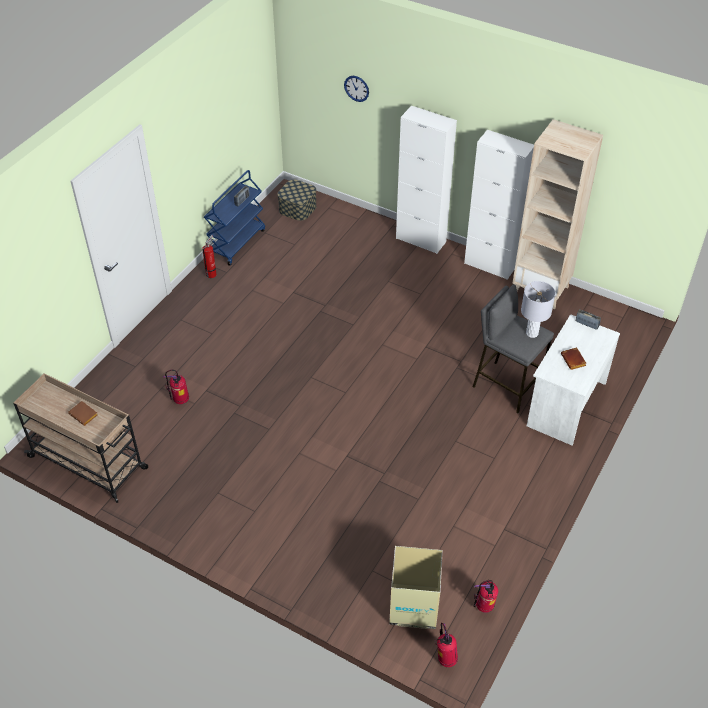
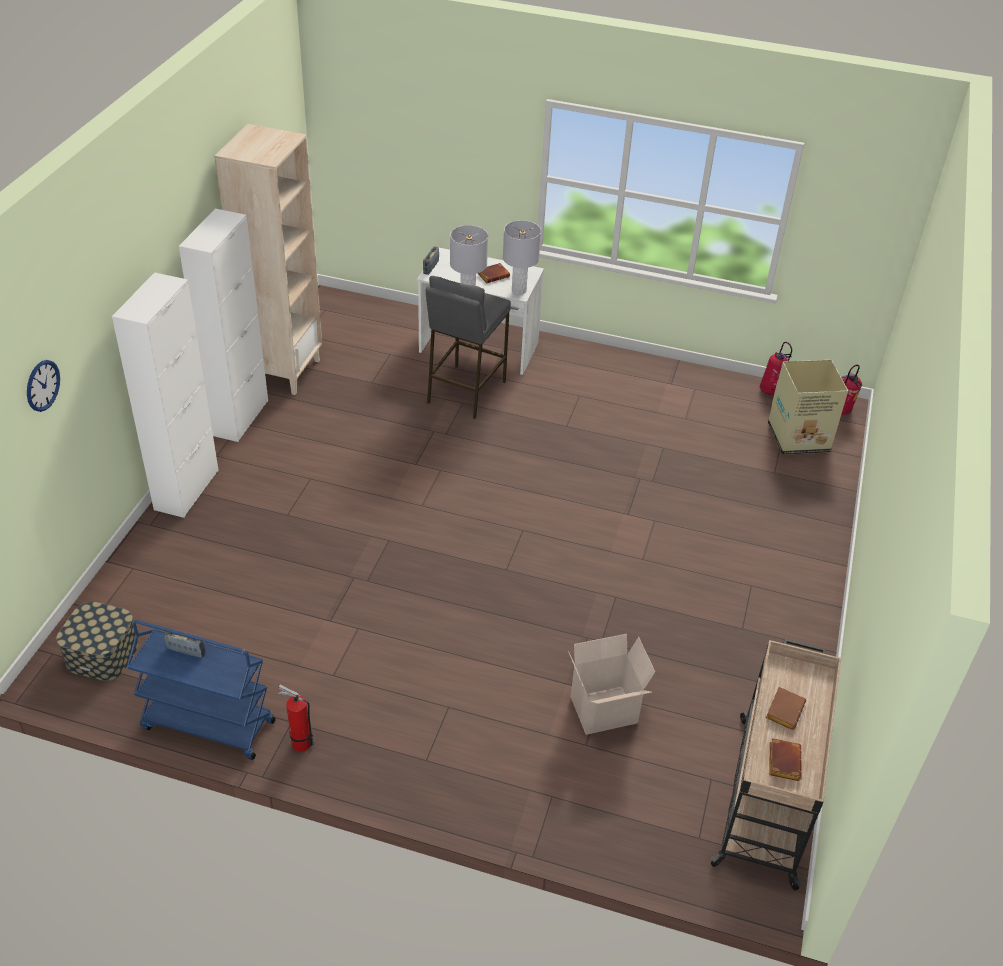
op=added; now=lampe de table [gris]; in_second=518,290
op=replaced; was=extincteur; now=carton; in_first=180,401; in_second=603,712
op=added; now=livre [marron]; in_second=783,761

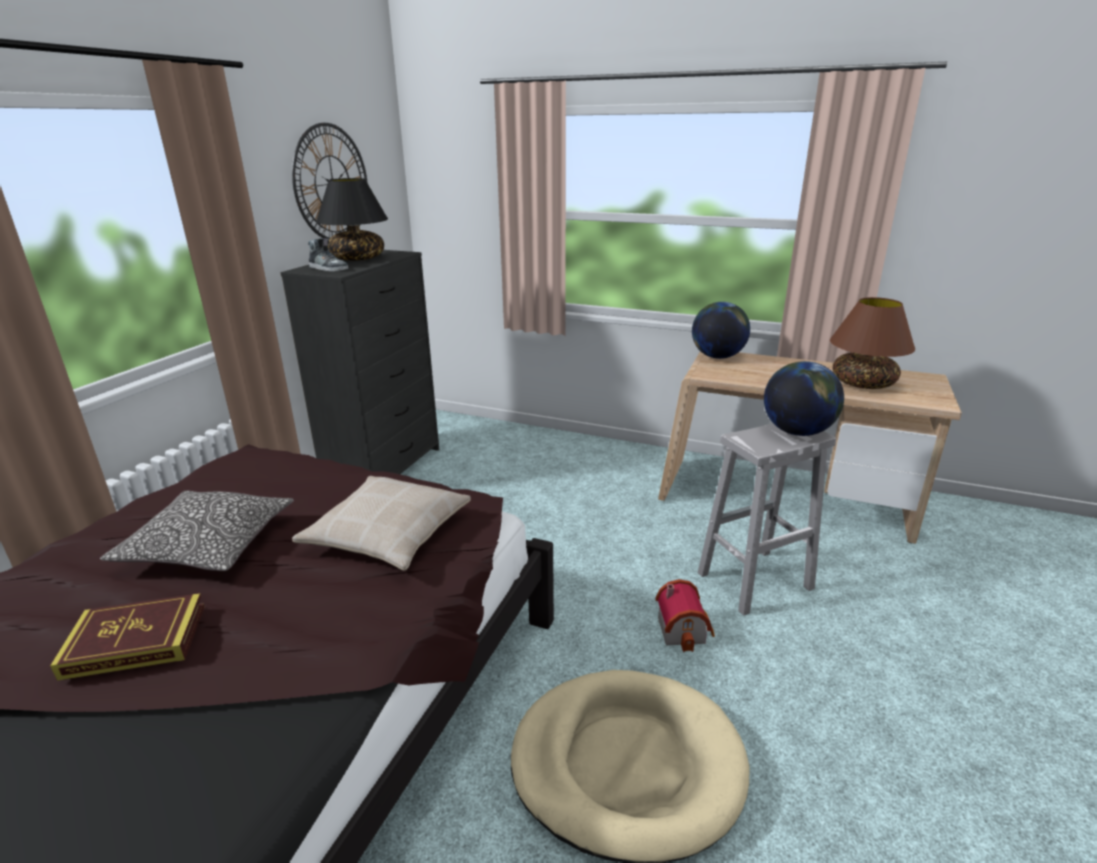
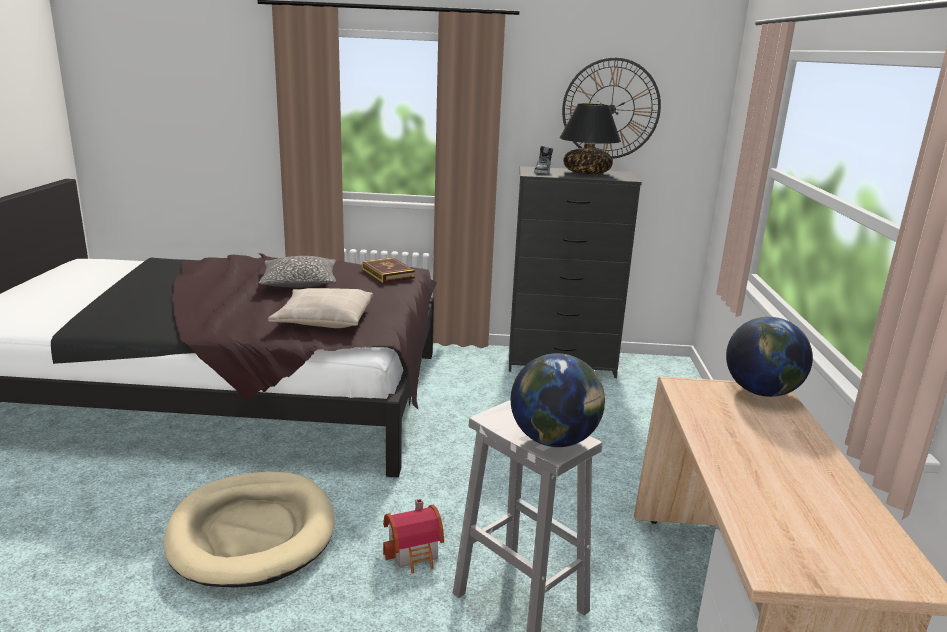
op=moved; was=livre; in_first=135,641; in_second=388,273
op=removed; was=lampe de table [marron]; in_first=863,383

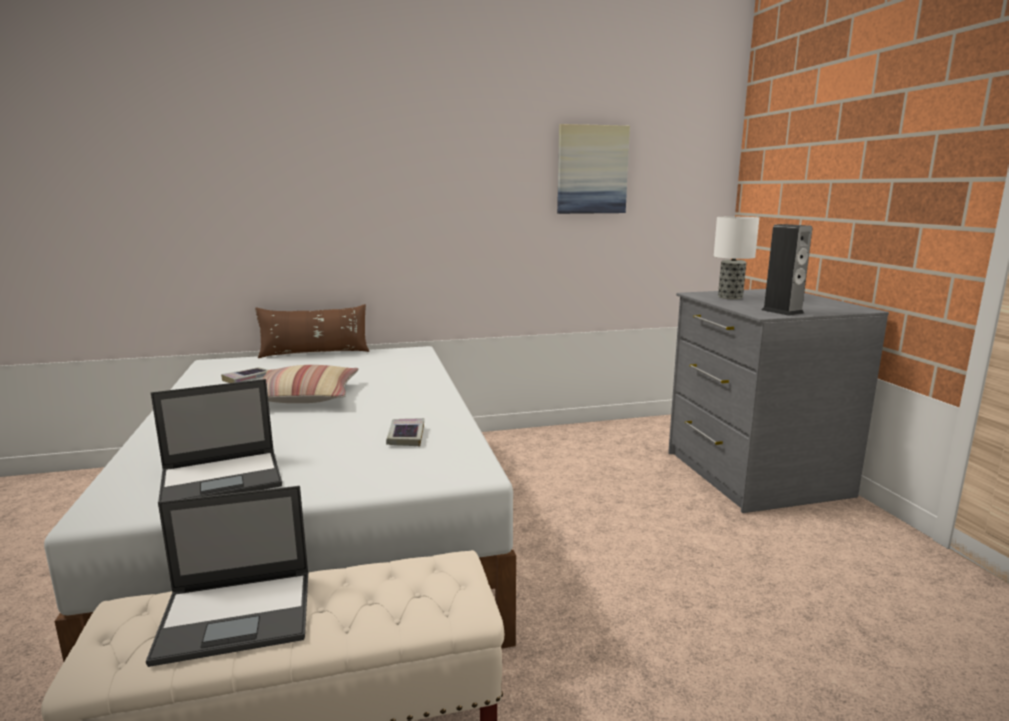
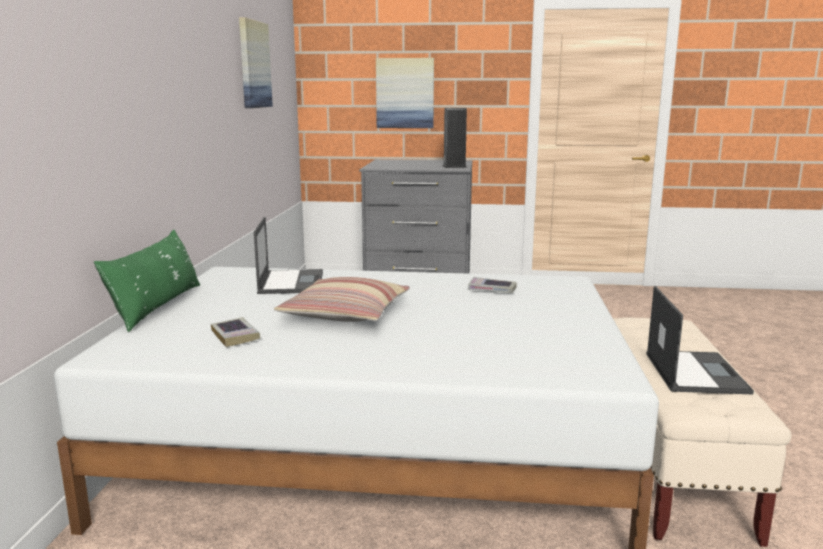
op=recoloured; was=coussin [marron]; now=coussin [vert]; in_first=315,353; in_second=158,306
op=moved; was=ordinateur portable; in_first=223,478; in_second=291,282
op=added; now=tableau; in_second=405,93
op=removed; was=lampe de table; in_first=729,297

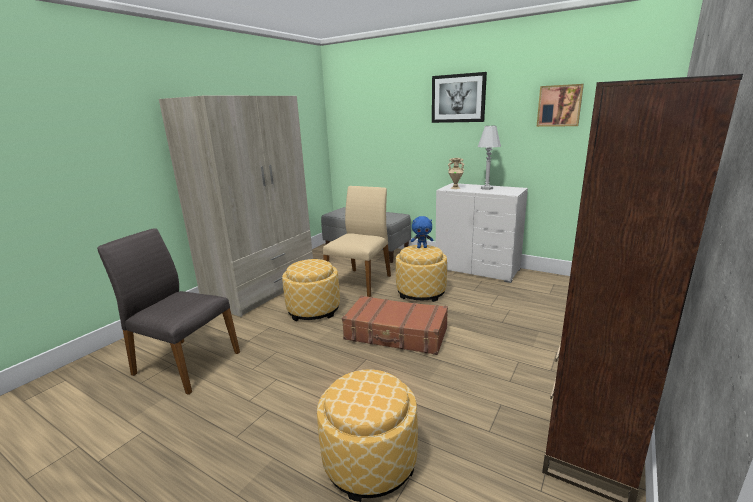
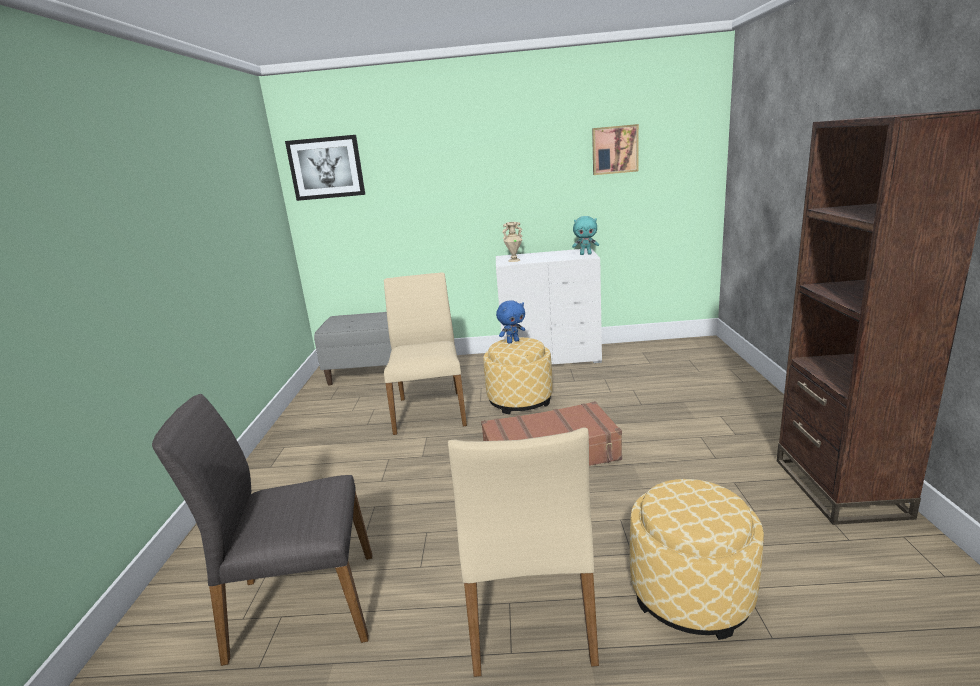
op=moved; was=tableau; in_first=458,98; in_second=326,168
op=added; now=chaise [beige]; in_second=529,611
op=added; now=peluche [turquoise]; in_second=586,254
op=removed; was=armoire [beige]; in_first=262,289
op=removed; was=pouf; in_first=313,310
op=removed; was=lampe de table [blanc]; in_first=487,188

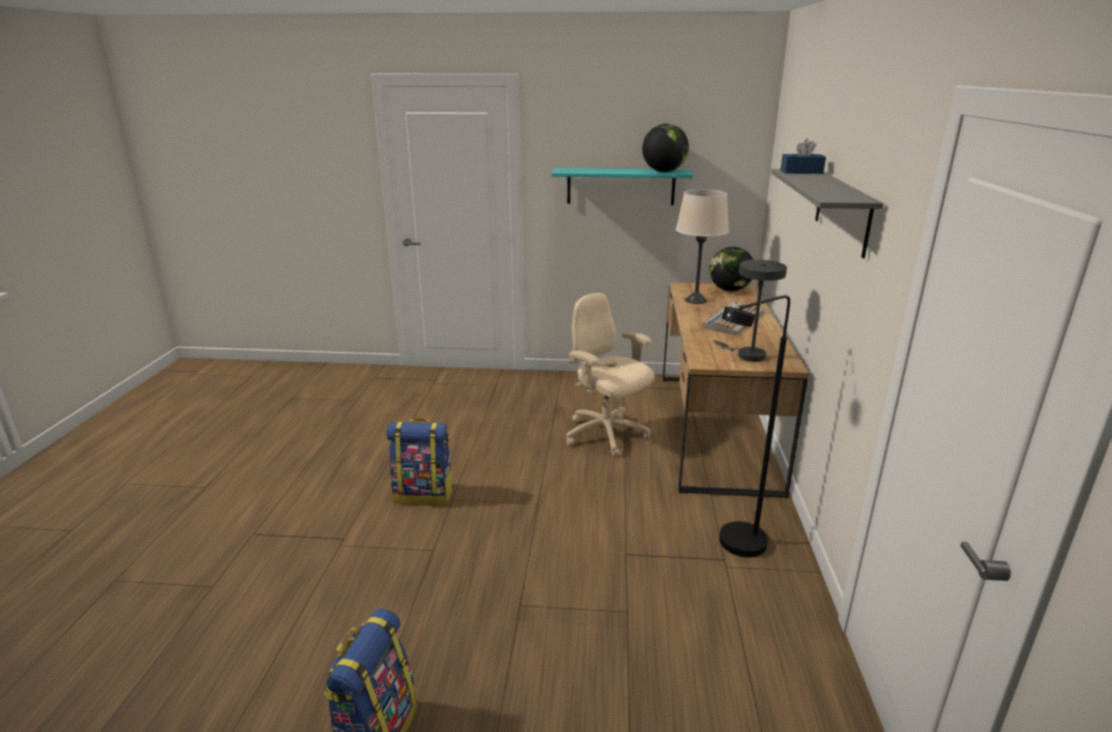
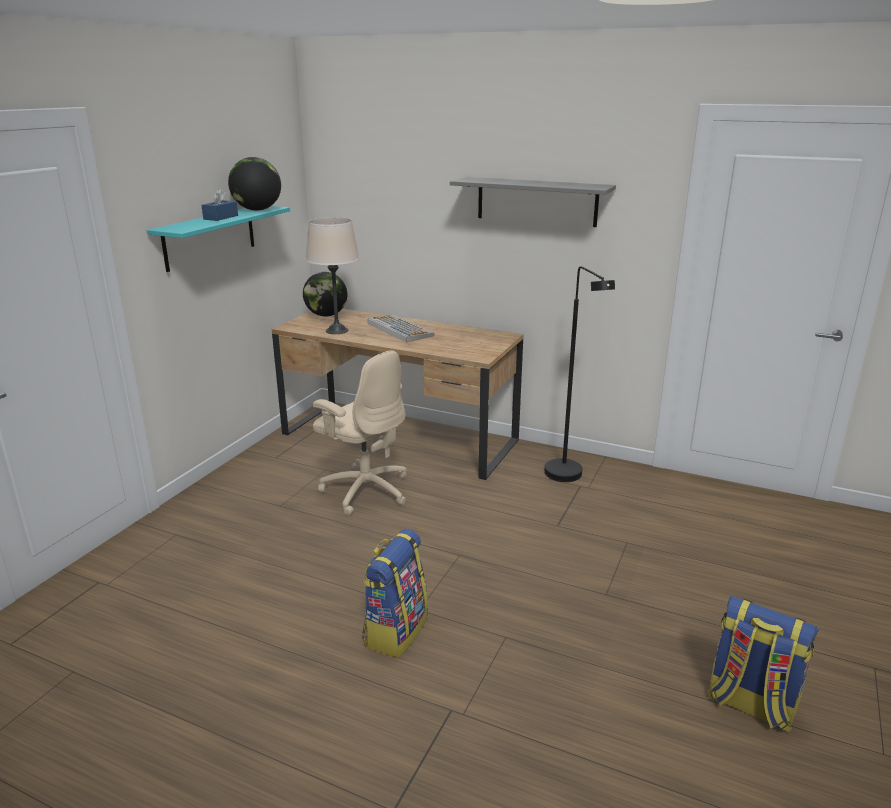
op=moved; was=boîte à mouchoirs [bleu]; in_first=801,172; in_second=221,217
op=turned; was=chaise de bureau [beige]; in_first=606,435; in_second=365,490; clockwise=-120
op=removed; was=lampe de table [gris]; in_first=746,355

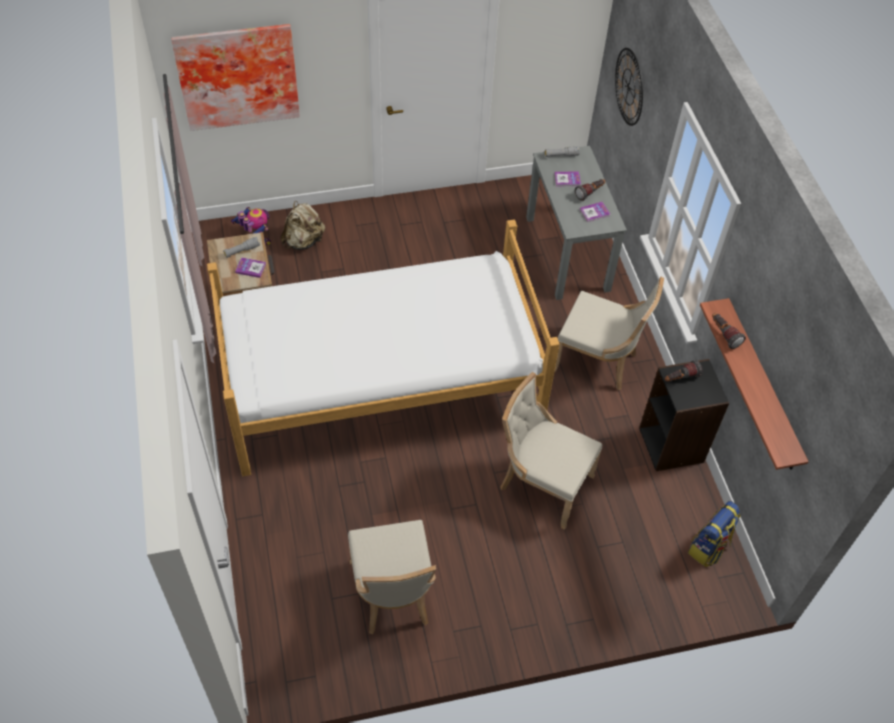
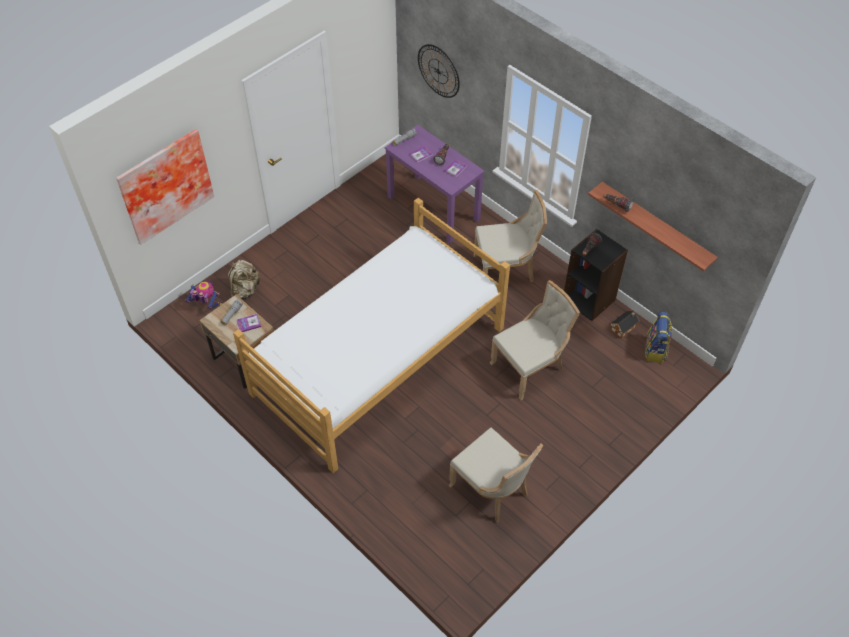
op=recoloured; was=bureau [gris]; now=bureau [violet]; in_first=567,253; in_second=433,208
op=turned; was=chaise [beige]; in_first=542,483; in_second=530,367; clockwise=150
op=added; now=maison miniature; in_second=624,327

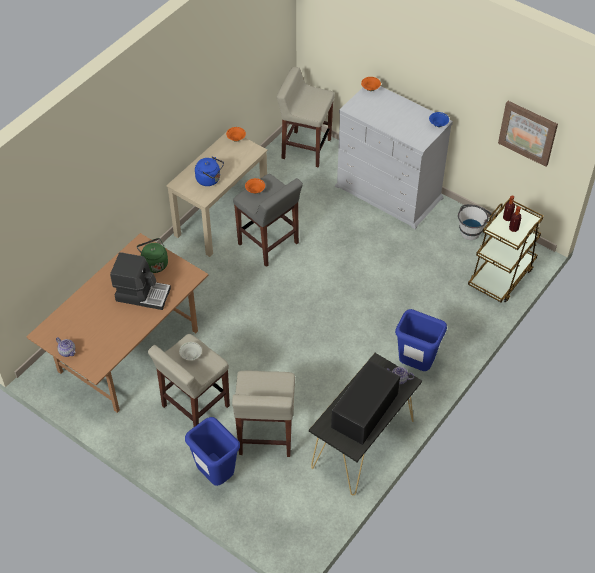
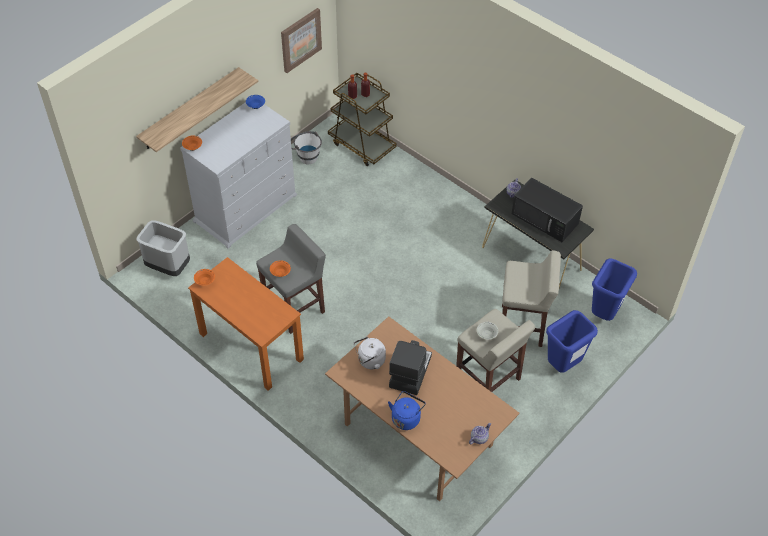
op=added; now=étagère; in_second=190,109
op=replaced; was=tabouret [beige]; now=poubelle [gris]; in_first=305,149; in_second=168,267
op=recoloured; was=bureau [beige]; now=bureau [orange]; in_first=221,217; in_second=250,346
op=recoloured; was=bouilloire [vert]; now=bouilloire [blanc]; in_first=154,263; in_second=370,361
op=moved; was=bouilloire [bleu]; in_first=210,179; in_second=406,418
op=moved; was=poubelle [bleu]; in_first=415,365; in_second=604,314

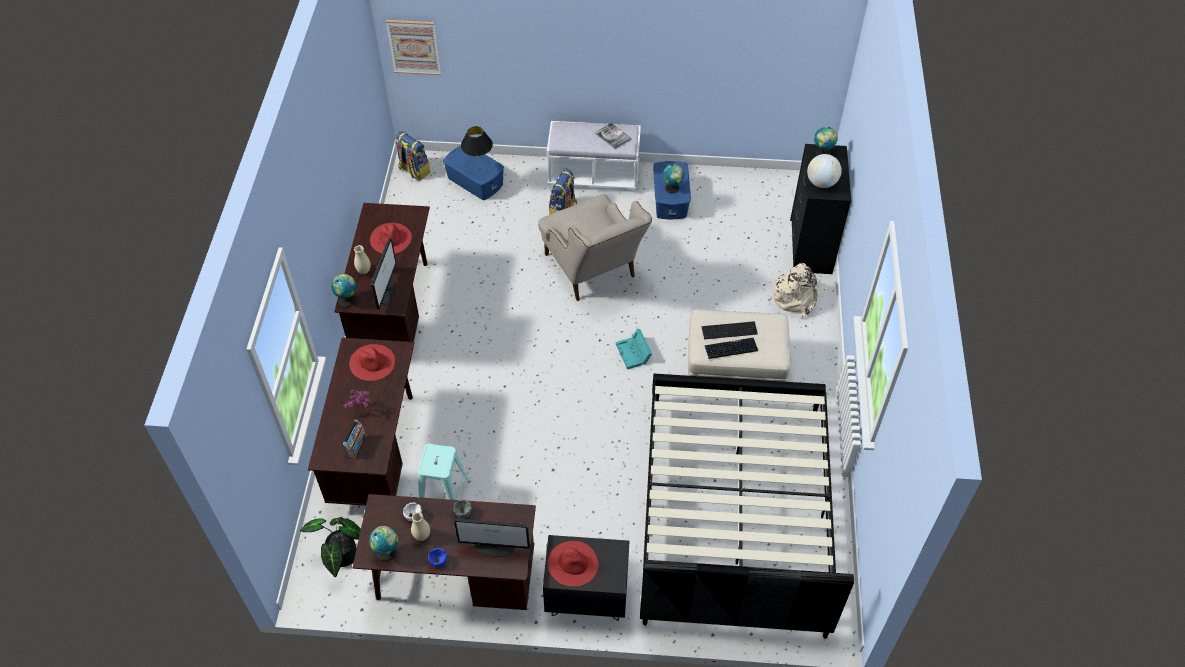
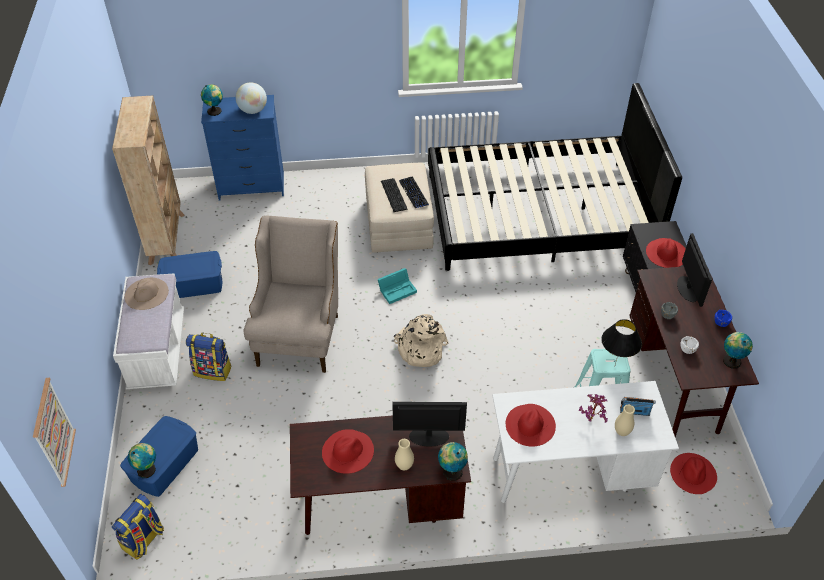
op=added; now=bibliothèque [beige]; in_second=167,238
op=replaced; was=livre; now=chapeau [beige]; in_first=613,136; in_second=146,293
op=moved; was=globe; in_first=672,189; in_second=147,469
op=recoloured; was=commode [noir]; now=commode [bleu]; in_first=810,246; in_second=251,186
op=turned; was=fauteuil [beige]; in_first=594,272; in_second=300,332; clockwise=-45
op=moved; was=sac à dos [beige]; in_first=797,297; in_second=420,349
op=recoloured; was=bureau [marron]; now=bureau [blanc]; in_first=376,452; in_second=570,473
op=moved; was=lampe de table [noir]; in_first=479,169; in_second=614,367
op=moved; was=vase [beige]; in_first=422,536; in_second=622,432
op=replaced; was=plante en pot; now=chapeau [rouge]; in_first=341,557; in_second=693,473

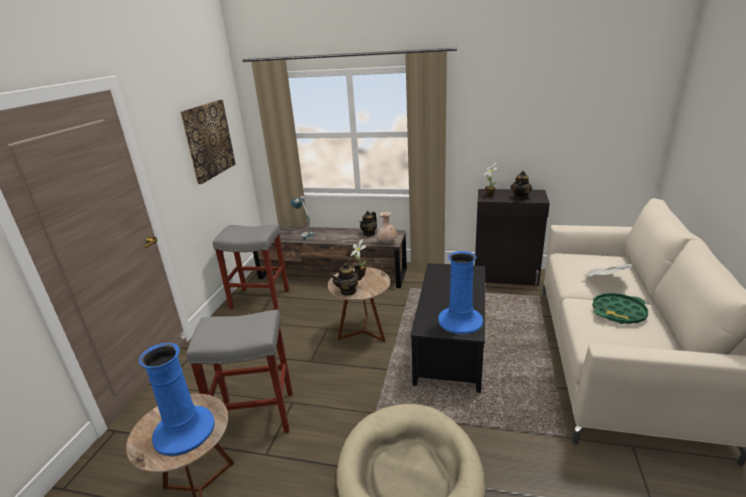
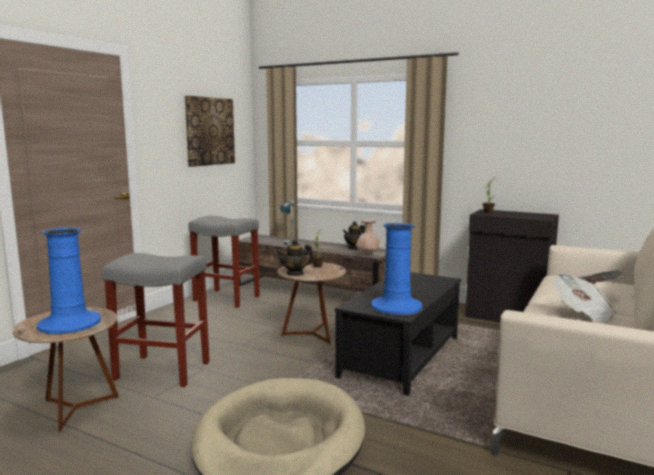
op=replaced; was=plateau [vert]; now=journal; in_first=618,312; in_second=583,314
op=removed; was=théière; in_first=520,197

